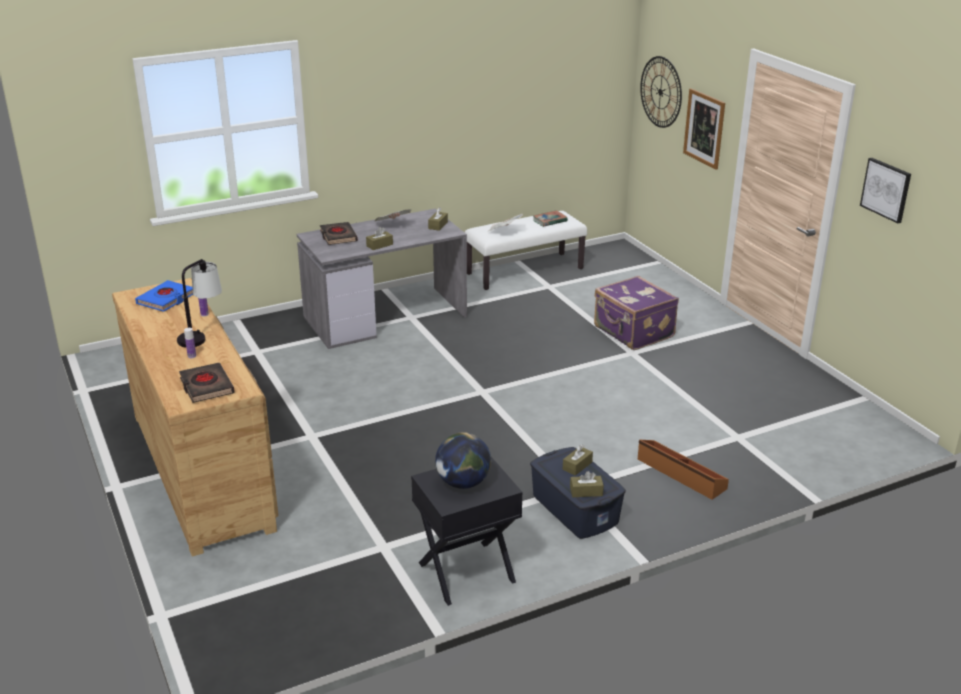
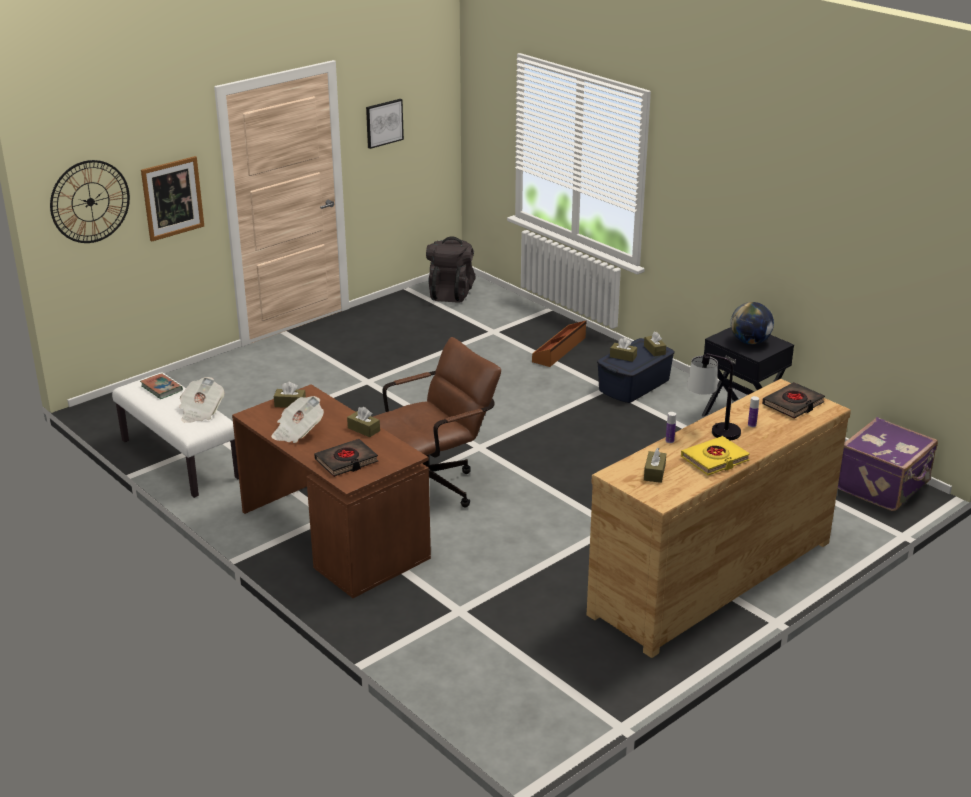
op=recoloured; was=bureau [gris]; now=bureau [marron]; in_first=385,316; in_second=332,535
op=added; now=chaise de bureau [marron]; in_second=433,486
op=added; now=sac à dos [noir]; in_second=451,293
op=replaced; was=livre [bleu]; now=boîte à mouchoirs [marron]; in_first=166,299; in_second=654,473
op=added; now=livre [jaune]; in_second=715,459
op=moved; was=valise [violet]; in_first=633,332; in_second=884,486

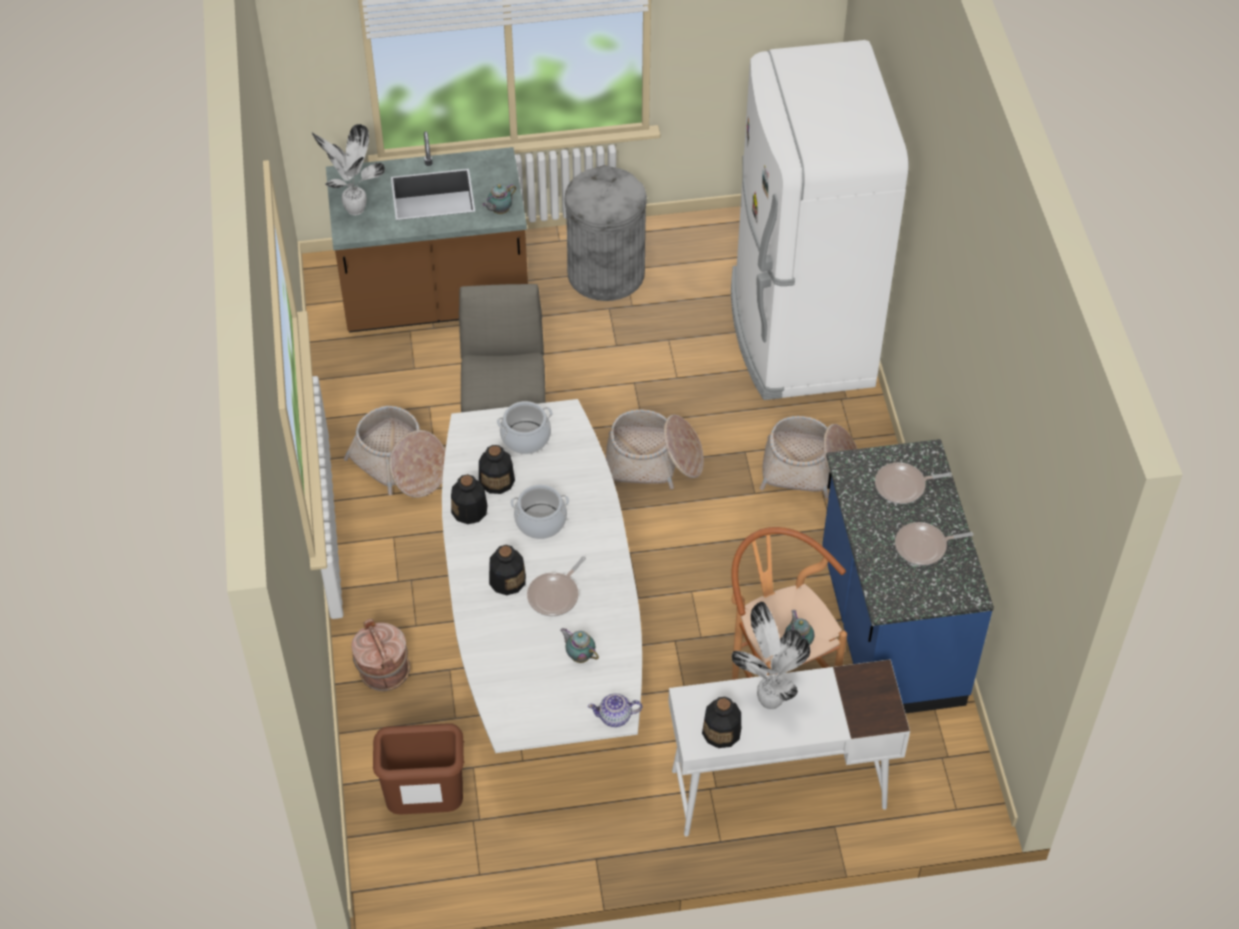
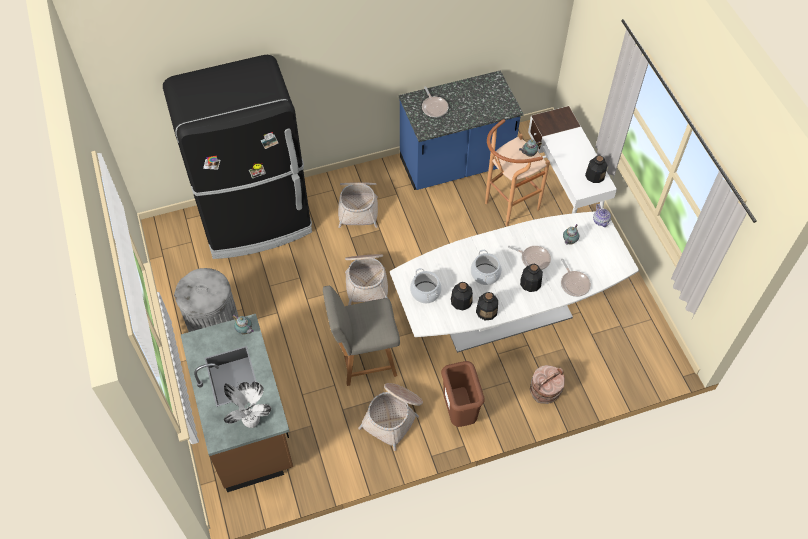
op=recoloured; was=réfrigérateur [blanc]; now=réfrigérateur [noir]; in_first=799,332; in_second=256,221
op=moved; was=poubelle [marron]; in_first=425,806; in_second=460,412
op=moved; was=poêle; in_first=924,547; in_second=574,283
op=removed; was=plante en pot; in_first=769,699

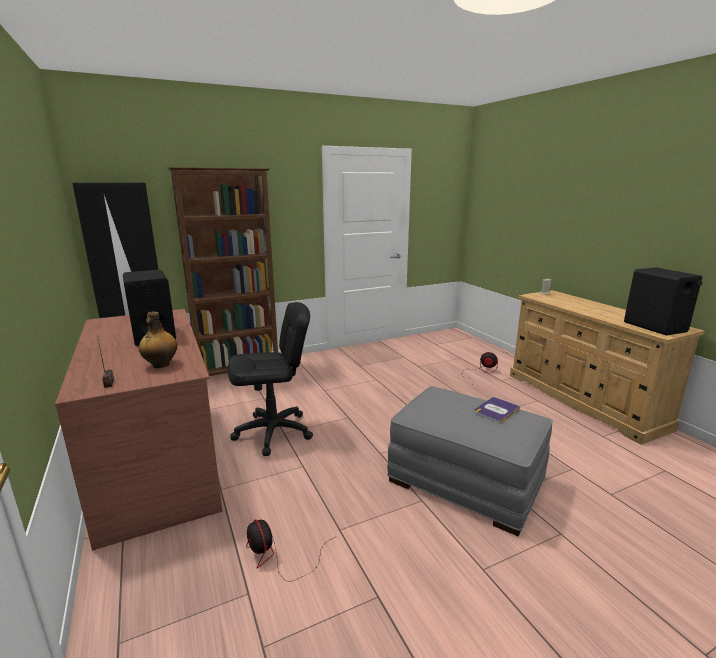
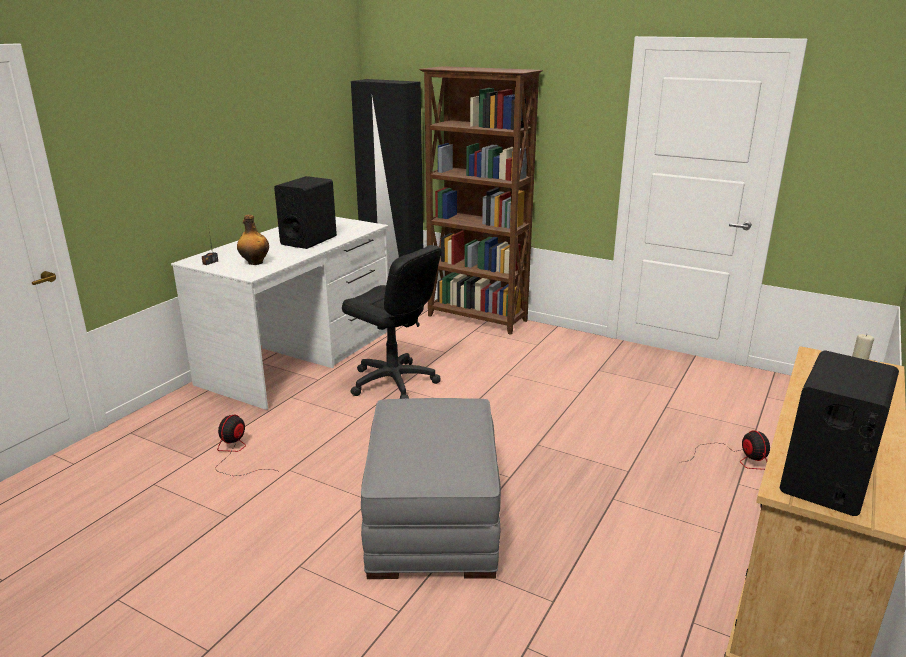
op=recoloured; was=bureau [marron]; now=bureau [blanc]; in_first=157,460; in_second=300,356
op=removed; was=livre; in_first=496,410

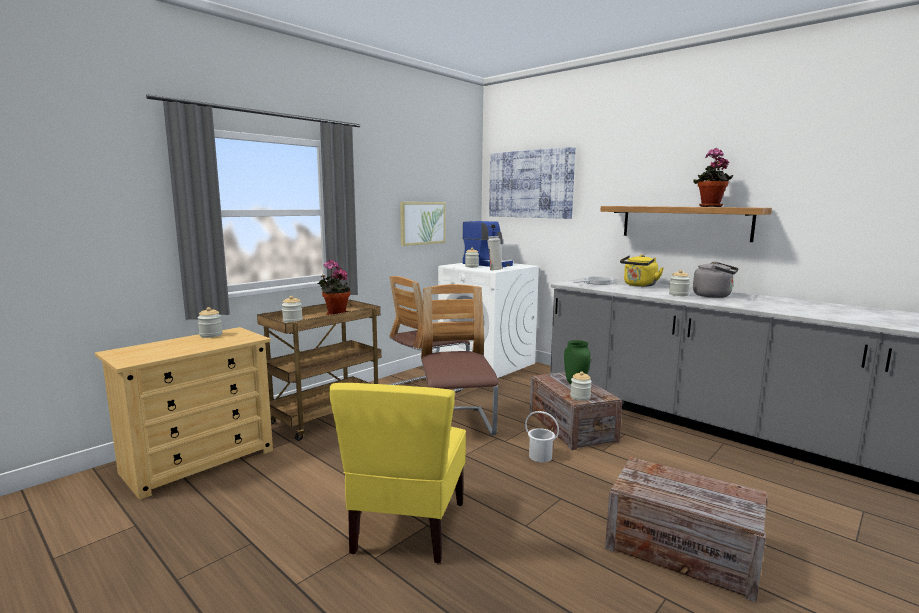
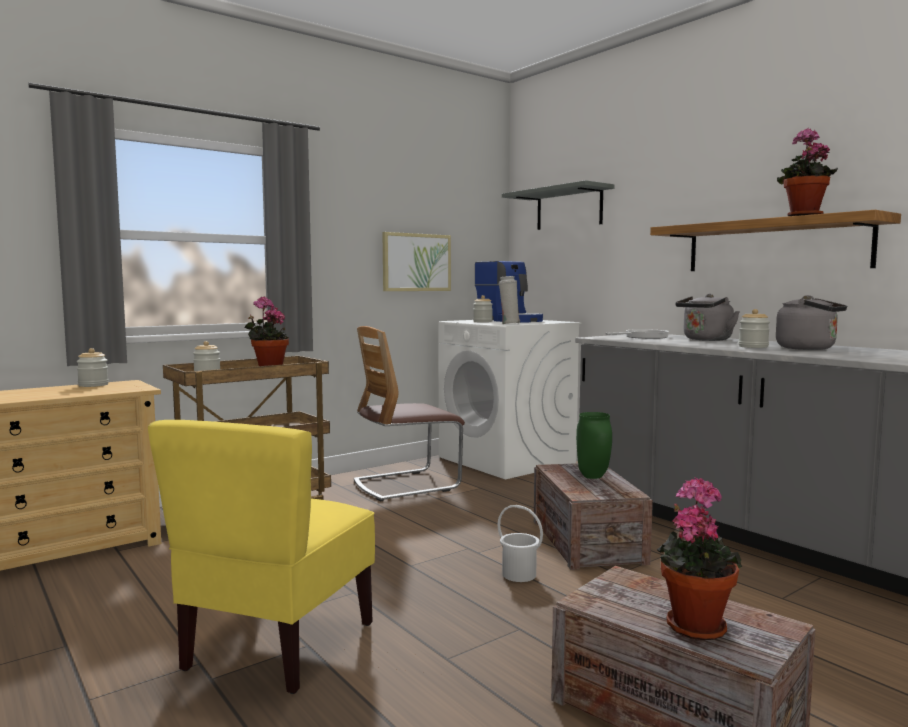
op=replaced; was=tableau; now=étagère [gris]; in_first=531,184; in_second=569,209
op=added; now=plante en pot; in_second=694,624
op=recoloured; was=bouilloire [jaune]; now=bouilloire [gris]; in_first=639,285; in_second=705,339
op=removed; was=chaise; in_first=456,425
op=removed; was=bocal; in_first=580,397

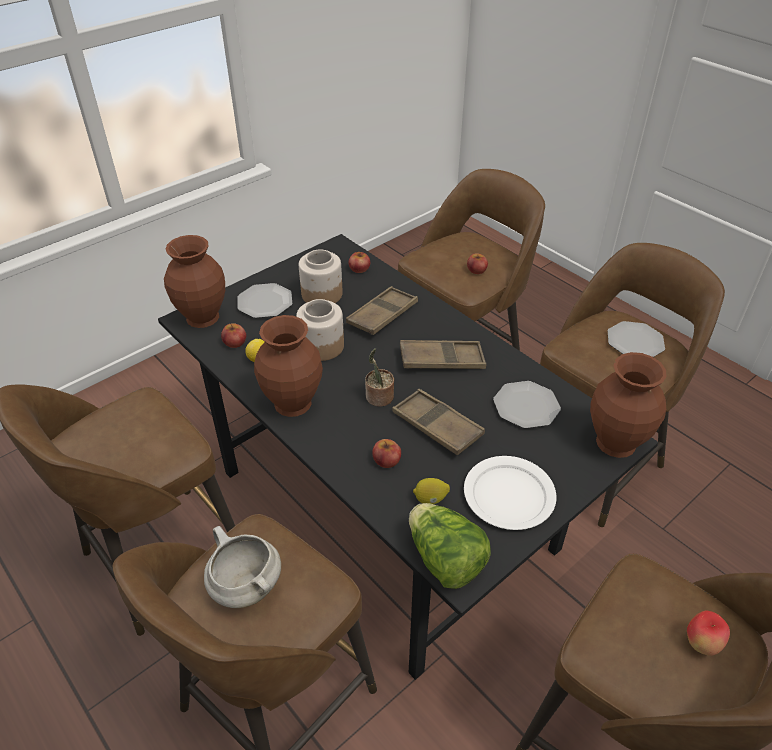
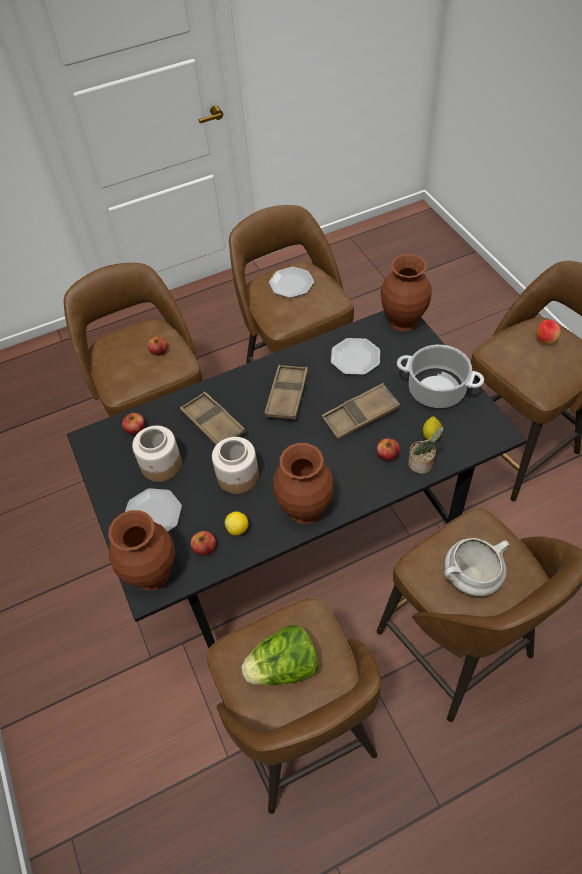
op=moved; was=laitue; in_first=444,560; in_second=284,667
op=replaced; was=assiette [blanc]; now=marmite; in_first=509,495; in_second=437,390
op=moved; was=plante en pot; in_first=379,398; in_second=422,464

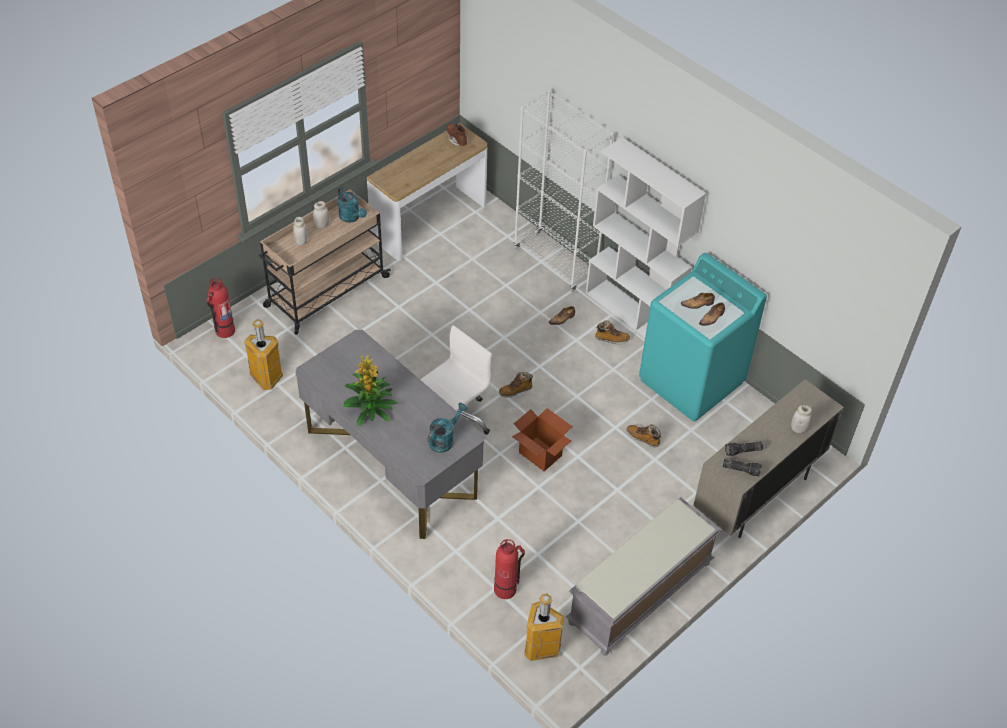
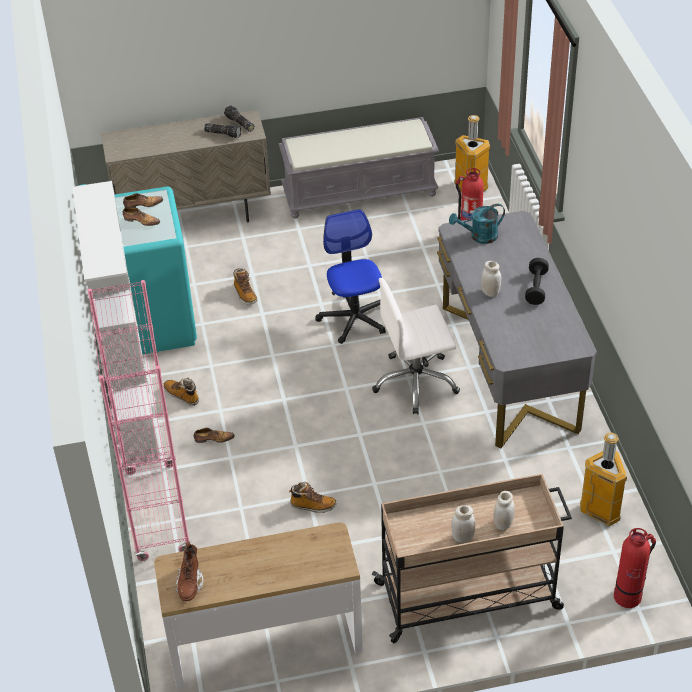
op=recoloured; was=bibliothèque [blanc]; now=bibliothèque [rose]; in_first=555,262; in_second=157,511
op=moved; was=botte; in_first=515,390; in_second=313,506
op=replaced; was=carton; now=chaise de bureau; in_first=540,454; in_second=354,318
op=moved; was=bocal [blanc]; in_first=798,429; in_second=490,292
op=replaced; was=plante en pot; now=haltère [noir]; in_first=369,408; in_second=536,288
op=removed; was=arrosoir [turquoise]; in_first=351,217

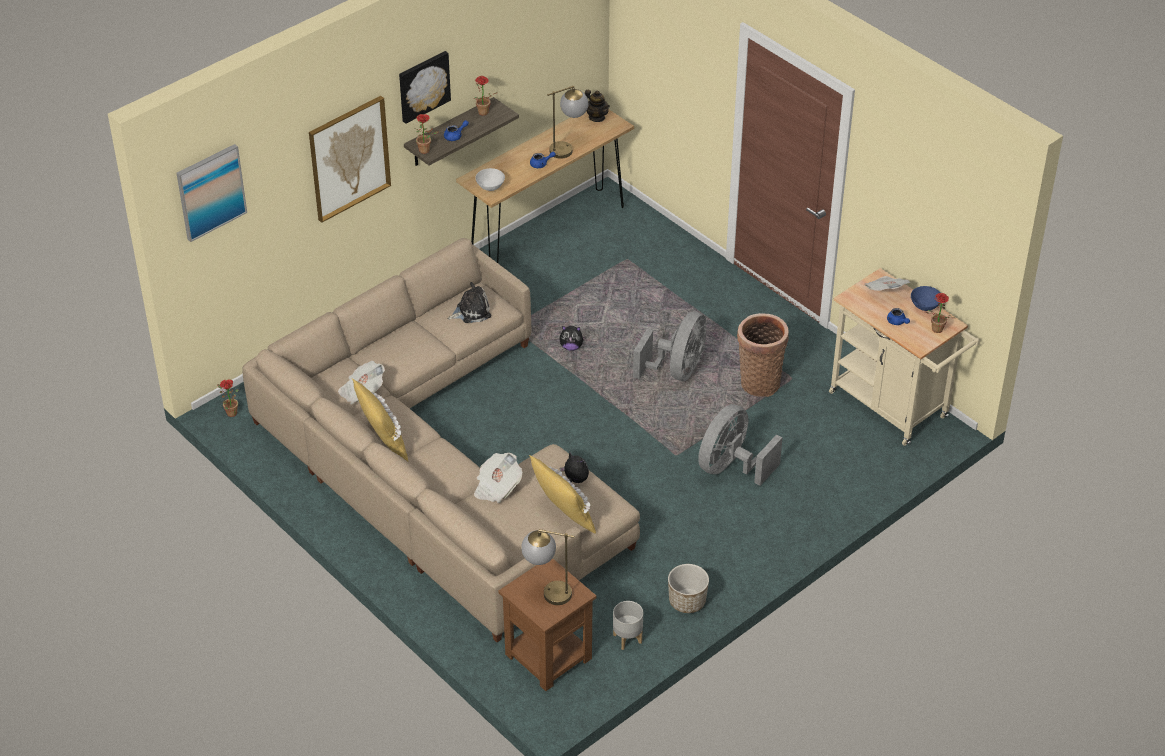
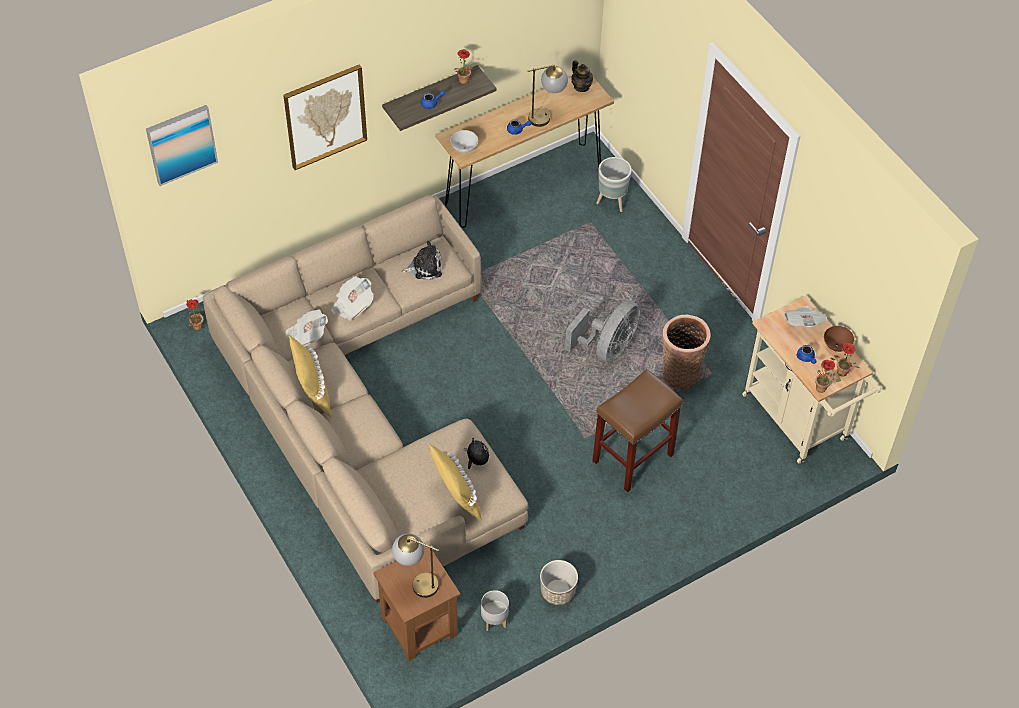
op=moved; was=journal; in_first=497,487; in_second=352,305
op=replaced; was=ventilateur [gris]; now=tabouret [marron]; in_first=731,467; in_second=632,459
op=added; now=cache-pot [gris]; in_second=612,202
op=moved; was=plante en pot; in_first=426,150; in_second=823,389
op=recoloured; was=bol [bleu]; now=bol [marron]; in_first=925,307; in_second=836,345
op=removed; was=tableau; in_first=423,85
op=removed; was=peluche; in_first=571,347

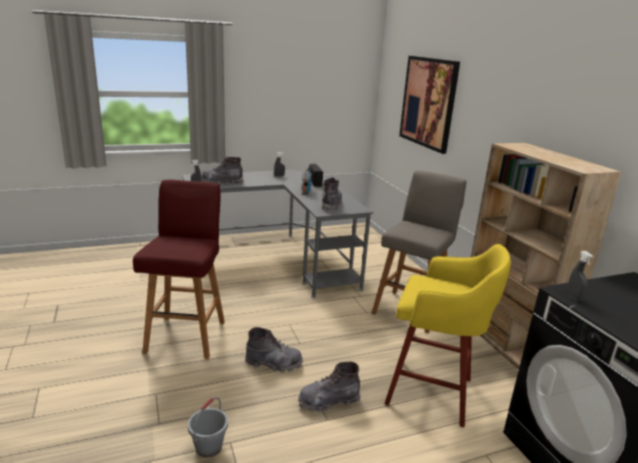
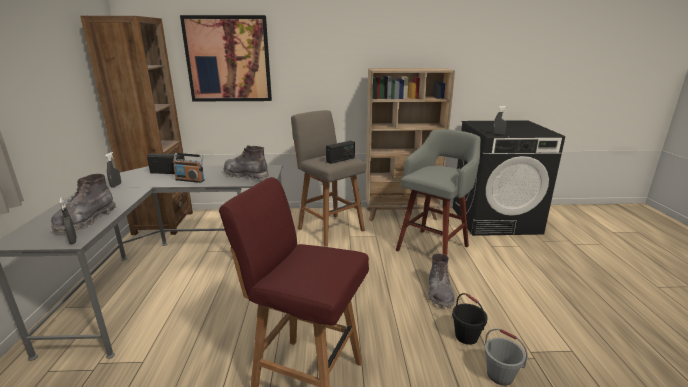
op=added; now=bibliothèque [marron]; in_second=163,223
op=added; now=radio; in_second=340,160
op=recoloured; was=tabouret [jaune]; now=tabouret [gris]; in_first=433,392; in_second=434,247
op=added; now=seau [noir]; in_second=466,336
op=removed; was=botte [gris]; in_first=274,363

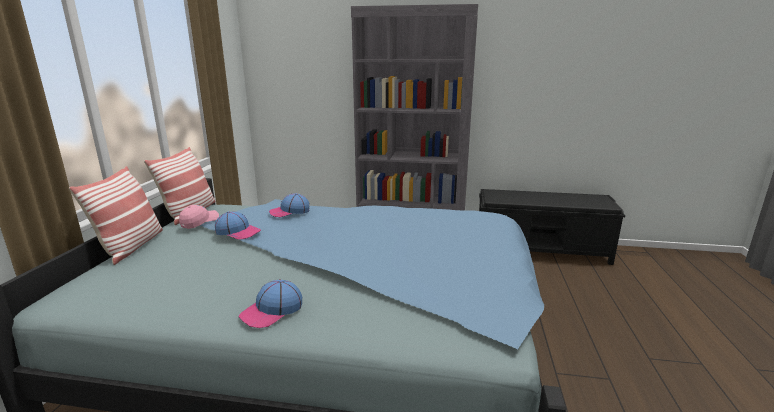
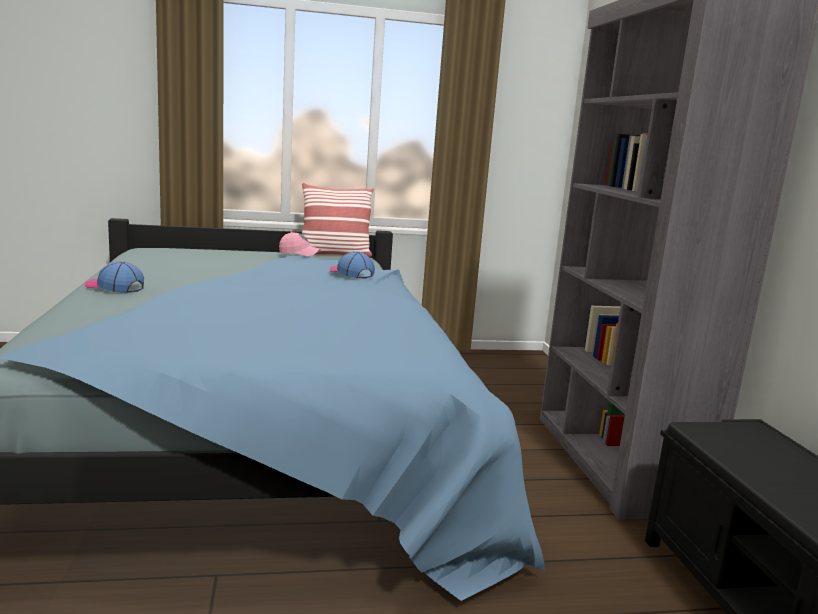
op=removed; was=coussin; in_first=131,246
op=removed; was=casquette; in_first=238,232

